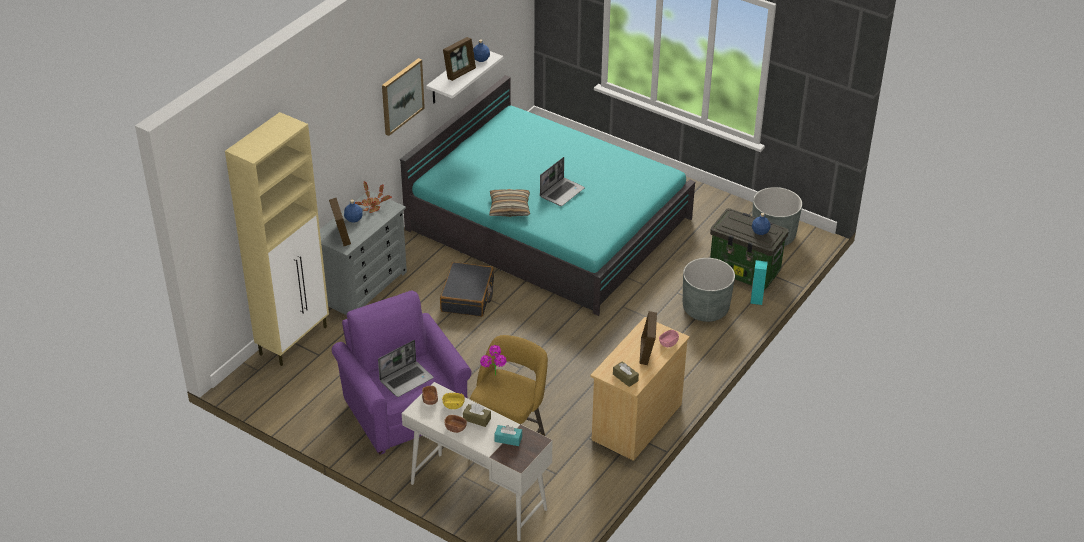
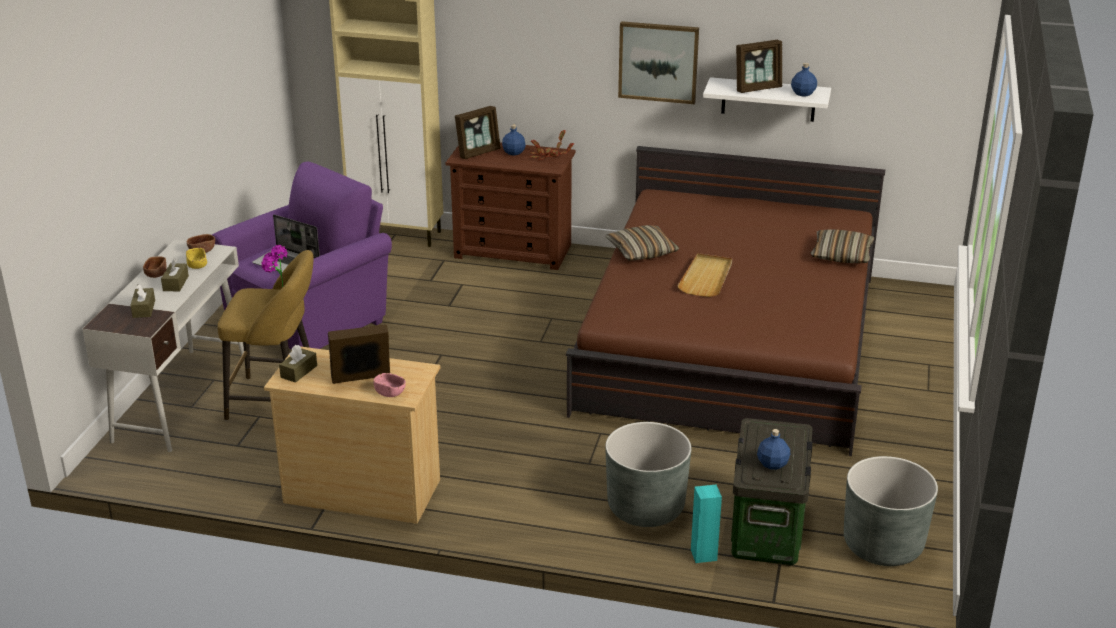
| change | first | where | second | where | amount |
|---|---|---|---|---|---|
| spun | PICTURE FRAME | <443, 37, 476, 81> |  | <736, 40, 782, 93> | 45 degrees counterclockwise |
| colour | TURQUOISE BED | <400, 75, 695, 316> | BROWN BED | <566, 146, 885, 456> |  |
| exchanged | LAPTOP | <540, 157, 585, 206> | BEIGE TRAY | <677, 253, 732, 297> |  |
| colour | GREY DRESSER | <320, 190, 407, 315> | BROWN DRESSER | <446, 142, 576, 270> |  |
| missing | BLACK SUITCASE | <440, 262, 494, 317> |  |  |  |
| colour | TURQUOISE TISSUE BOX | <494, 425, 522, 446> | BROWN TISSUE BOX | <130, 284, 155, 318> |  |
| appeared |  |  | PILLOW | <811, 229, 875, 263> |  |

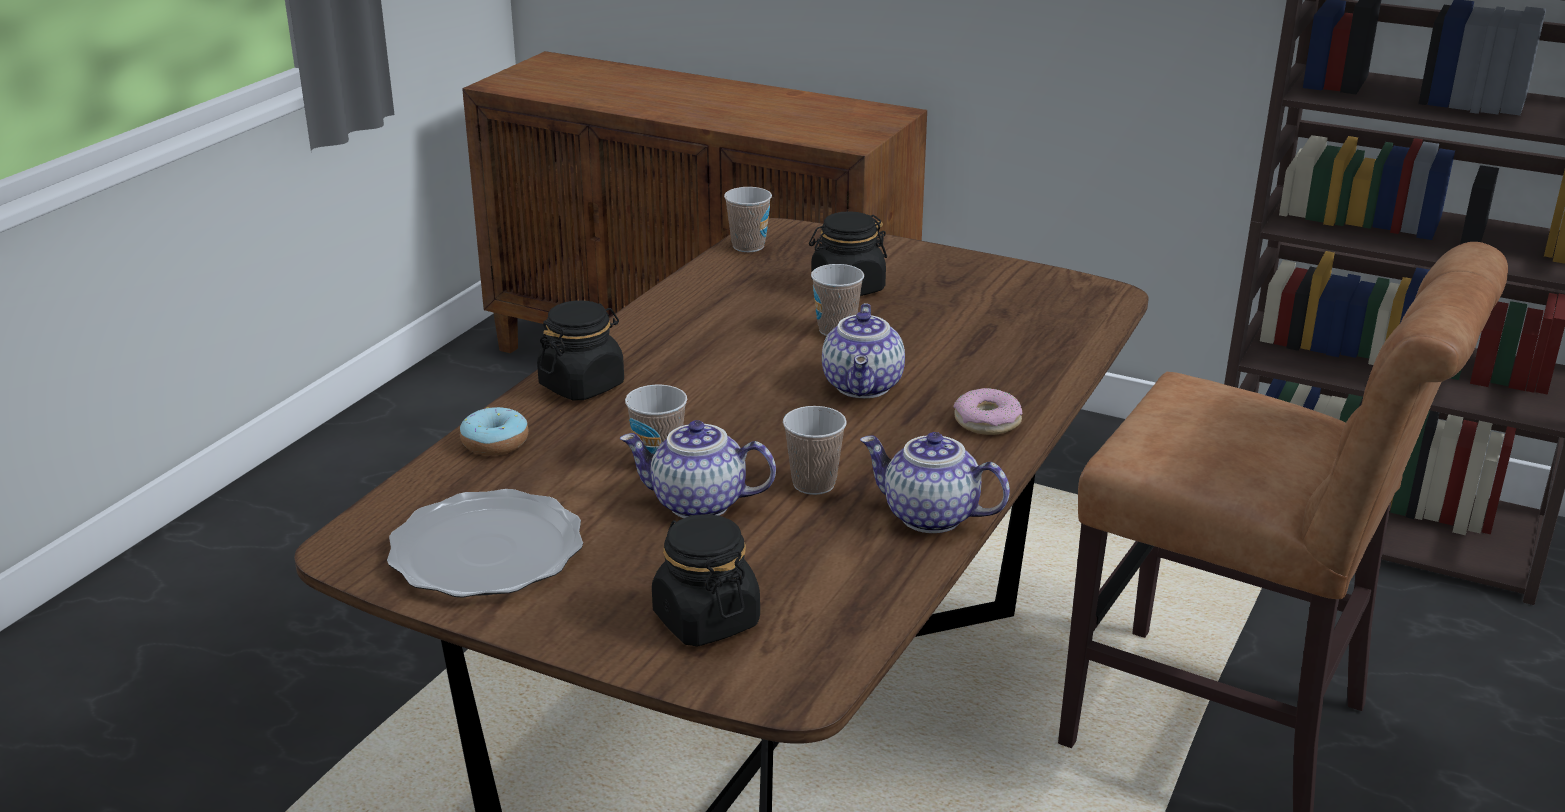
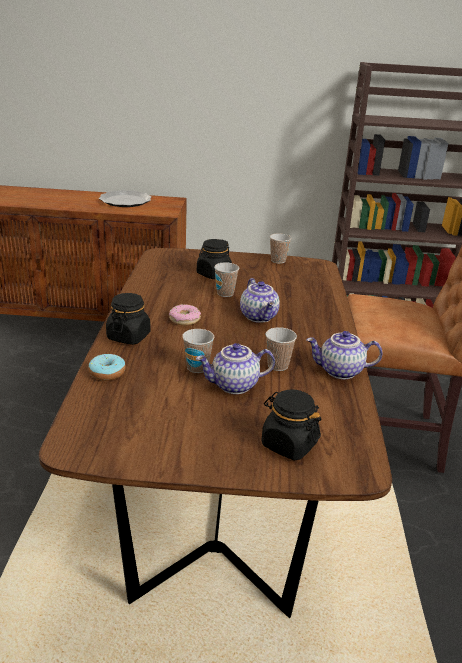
| change | first | where | second | where | amount |
|---|---|---|---|---|---|
| relocated | CUP | <724, 187, 772, 252> |  | <270, 233, 292, 264> |  |
| relocated | DONUT | <953, 388, 1022, 435> |  | <169, 304, 201, 325> |  |
| relocated | PLATE | <387, 489, 583, 598> |  | <99, 190, 151, 207> |  |

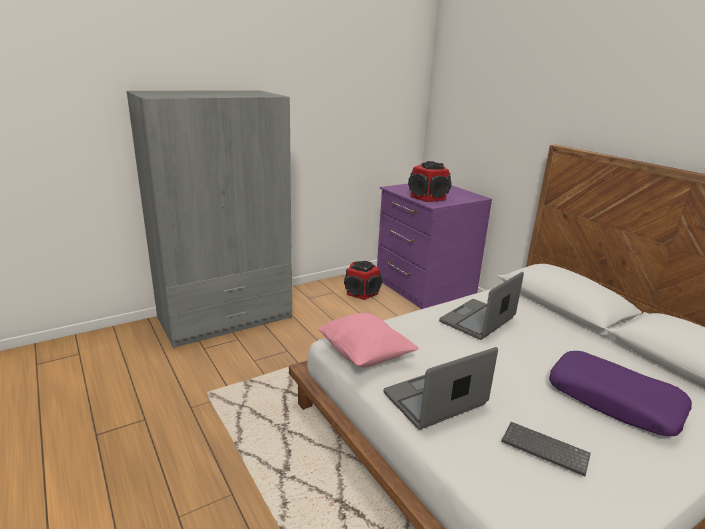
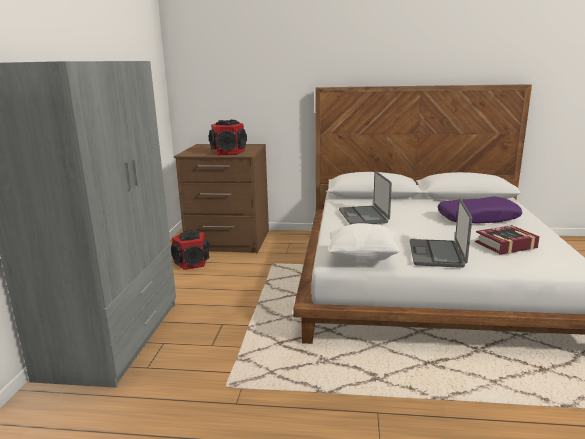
| change | first | where | second | where | amount |
|---|---|---|---|---|---|
| colour | PURPLE DRESSER | <377, 184, 492, 309> | BROWN DRESSER | <174, 144, 269, 253> |  |
| colour | PINK PILLOW | <318, 313, 418, 368> | WHITE PILLOW | <328, 223, 400, 262> |  |
| exchanged | KEYBOARD | <501, 422, 591, 476> | BOOK | <475, 225, 540, 255> |  |

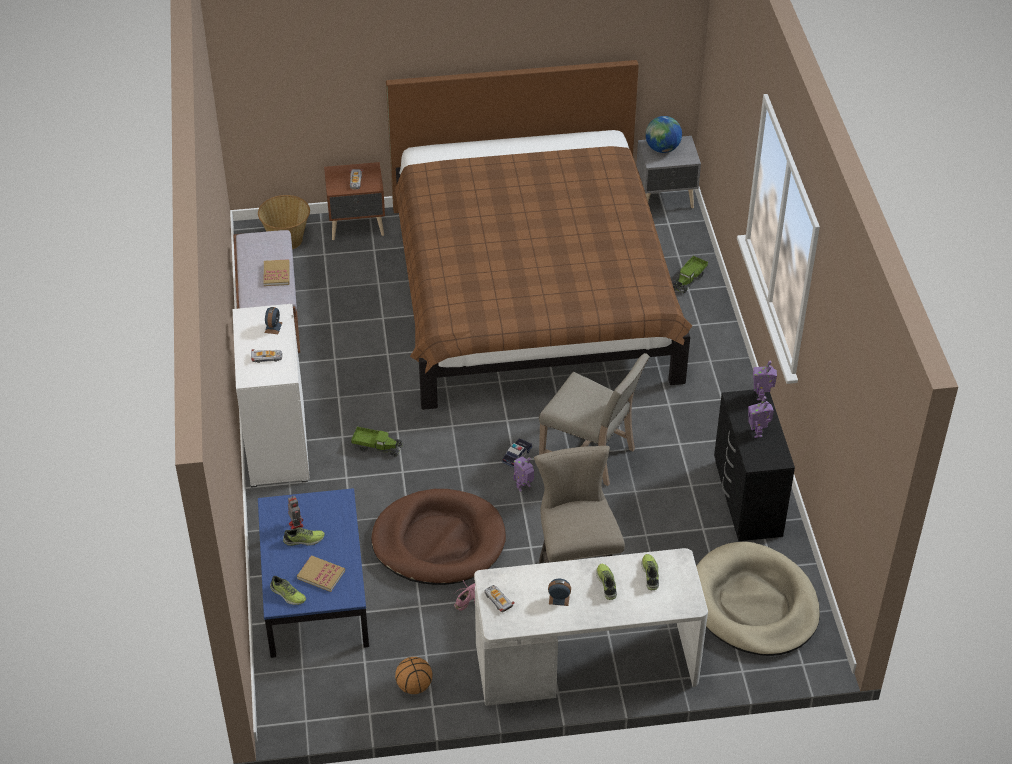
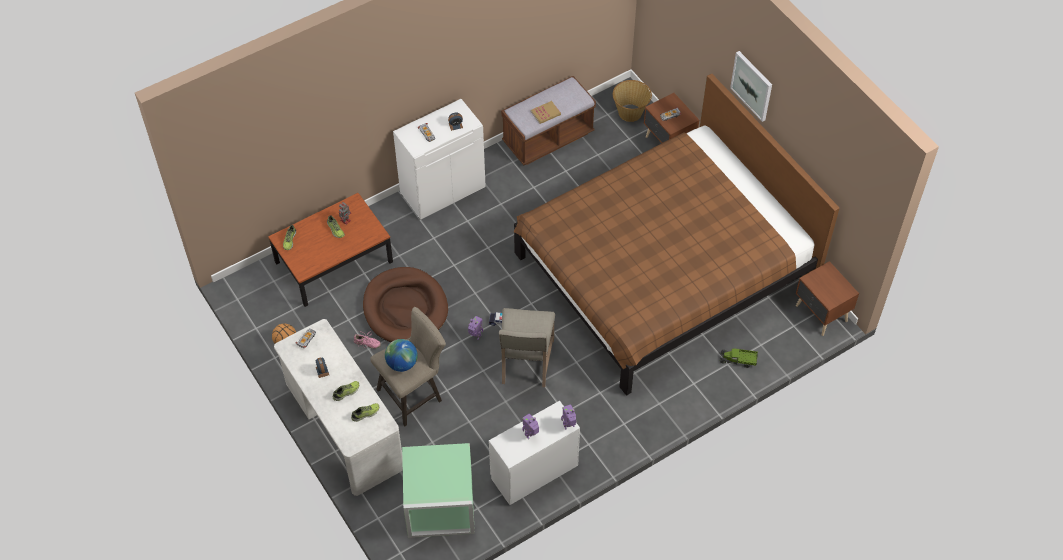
| change | first | where | second | where | amount |
|---|---|---|---|---|---|
| relocated | GLOBE | <645, 116, 682, 153> |  | <385, 339, 418, 372> |  |
| colour | GREY NIGHTSTAND | <636, 136, 701, 208> | BROWN NIGHTSTAND | <796, 261, 859, 336> |  |
| colour | BLACK DRESSER | <714, 389, 795, 541> | WHITE DRESSER | <489, 401, 580, 505> |  |
| missing | TOY TRUCK | <351, 427, 402, 457> |  |  |  |
| colour | BLUE COFFEE TABLE | <258, 488, 369, 658> | BROWN COFFEE TABLE | <268, 193, 393, 307> |  |
| exchanged | BEIGE DOG BED | <696, 542, 820, 656> | GREEN STORAGE BOX | <402, 443, 475, 538> |  |
| missing | BOOK | <297, 555, 345, 592> |  |  |  |
| appeared |  |  | PICTURE | <730, 51, 772, 122> |  |

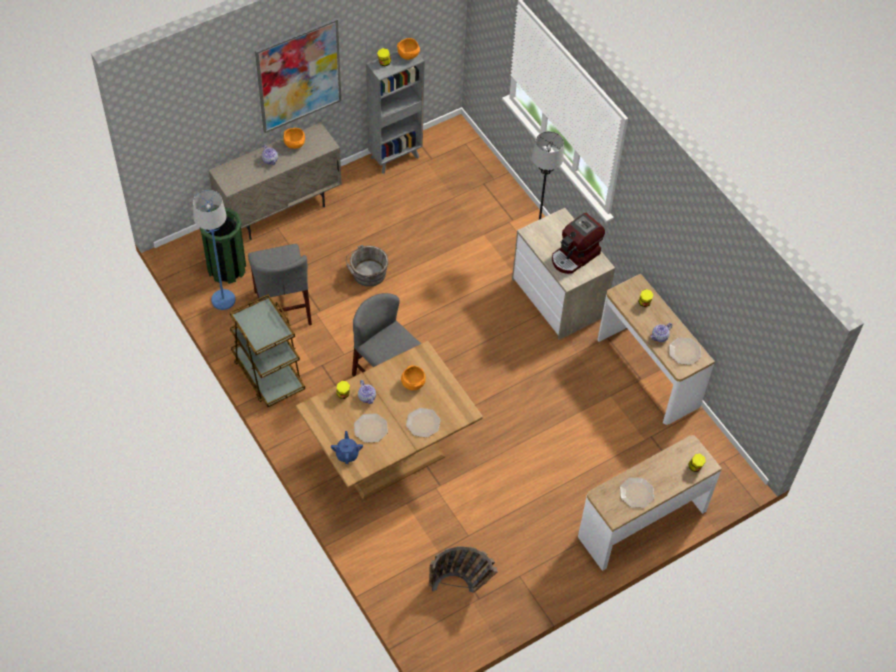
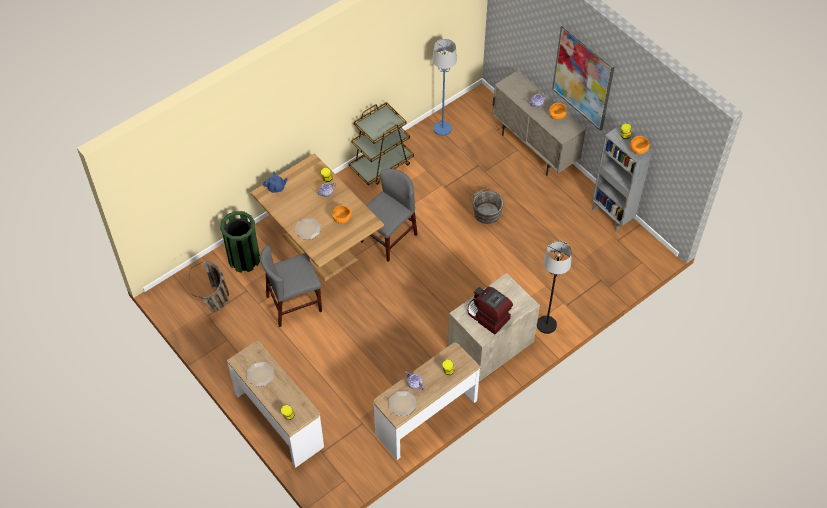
| change | first | where | second | where | amount |
|---|---|---|---|---|---|
| relocated | GREEN TRASH CAN | <199, 207, 246, 284> |  | <220, 211, 260, 273> |  |
| relocated | GREY CHAIR | <248, 244, 312, 325> |  | <260, 246, 322, 327> |  |
| missing | PLATE | <354, 413, 388, 443> |  |  |  |

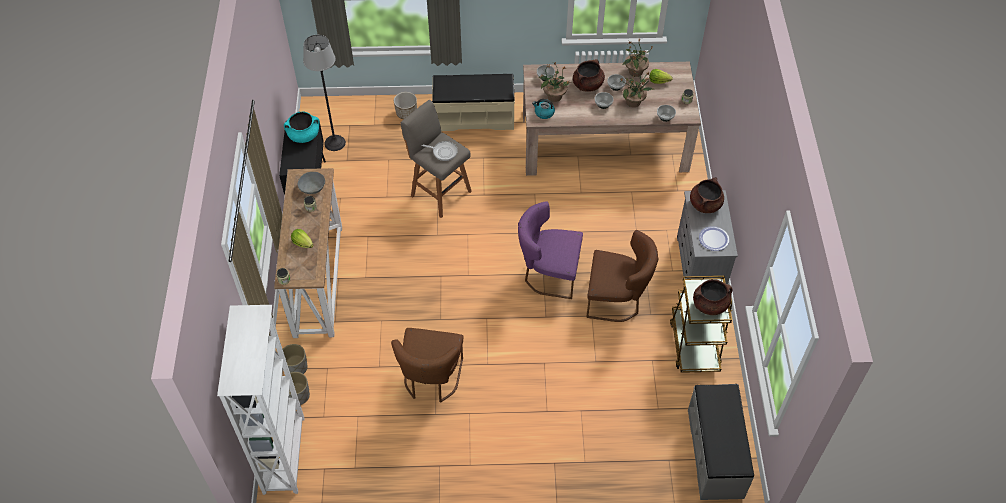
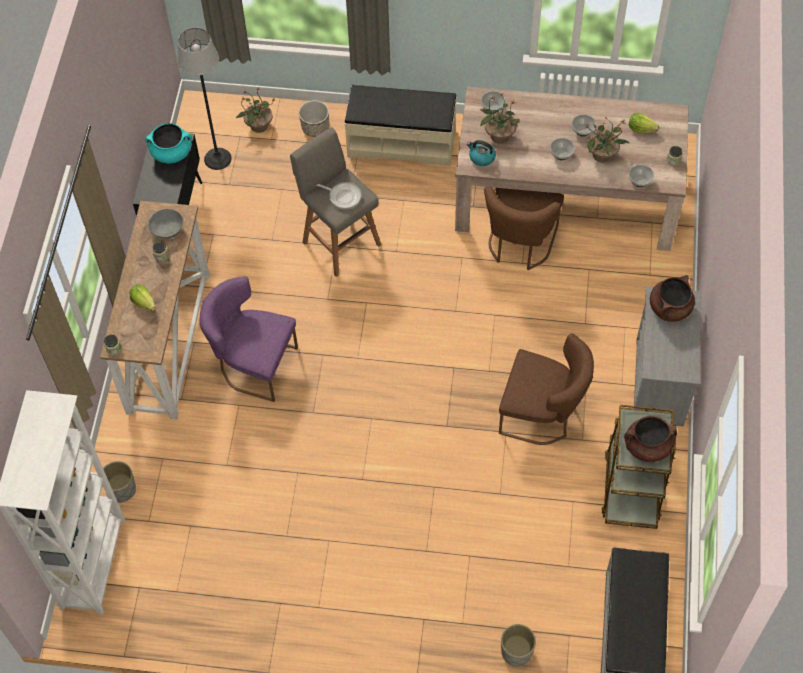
| change | first | where | second | where | amount |
|---|---|---|---|---|---|
| relocated | POTTED PLANT | <623, 38, 653, 77> |  | <236, 88, 276, 133> |  |
| missing | BROWN COOKING POT | <573, 59, 605, 92> |  |  |  |
| relocated | PURPLE CHAIR | <518, 201, 583, 299> |  | <200, 276, 298, 402> |  |
| missing | PLATE | <699, 226, 730, 251> |  |  |  |
| relocated | BROWN CHAIR | <391, 328, 463, 403> |  | <484, 186, 564, 270> |  |
| relocated | GREY PLANTER | <283, 344, 308, 374> |  | <501, 624, 536, 667> |  |

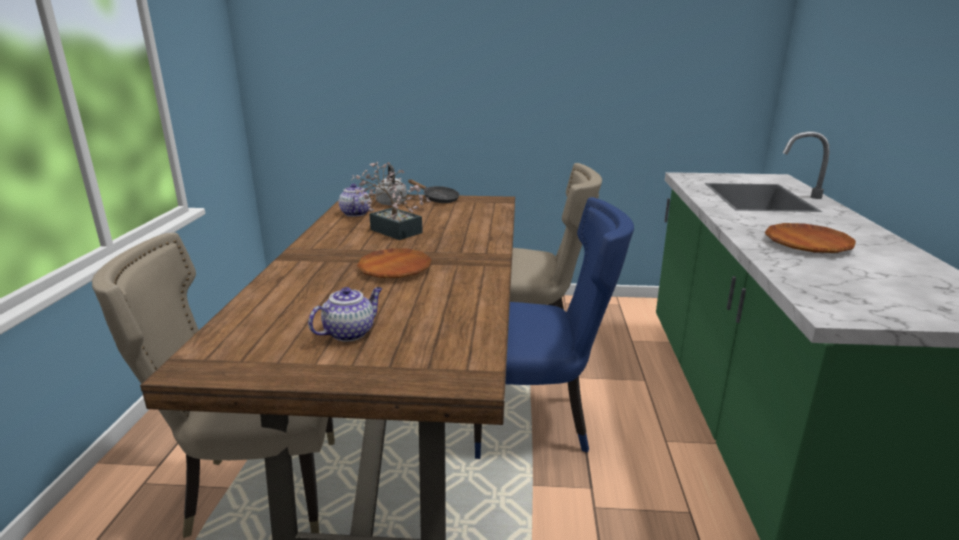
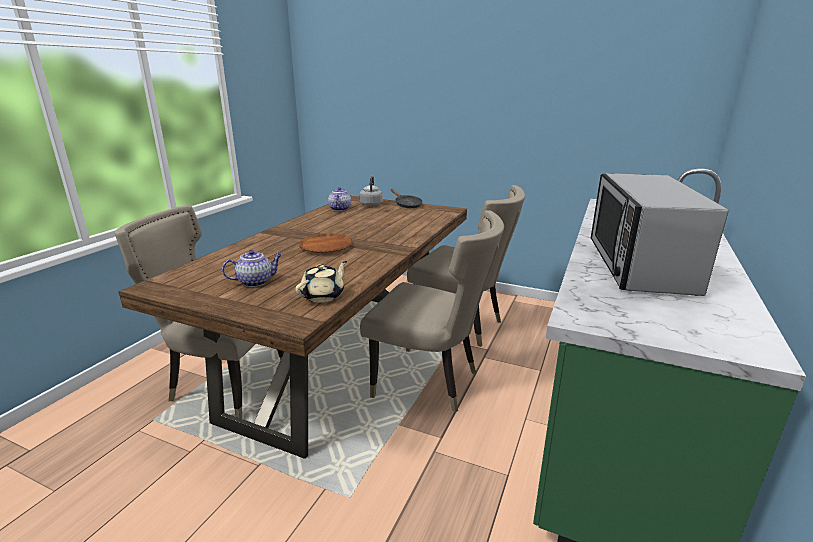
| change | first | where | second | where | amount |
|---|---|---|---|---|---|
| missing | POTTED PLANT | <352, 162, 431, 240> |  |  |  |
| colour | BLUE CHAIR | <474, 197, 634, 459> | BEIGE CHAIR | <360, 210, 504, 413> |  |
| exchanged | BROWN PLATE | <765, 223, 856, 253> | MICROWAVE | <591, 173, 728, 296> |  |
| appeared |  |  | BEIGE TEAPOT | <296, 261, 347, 303> |  |

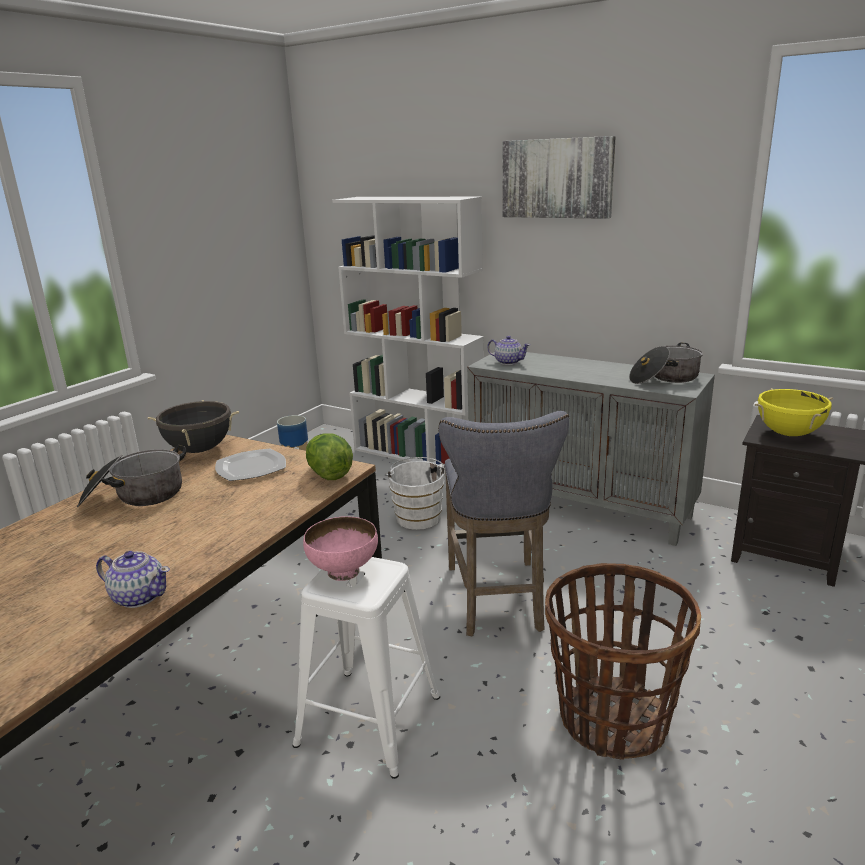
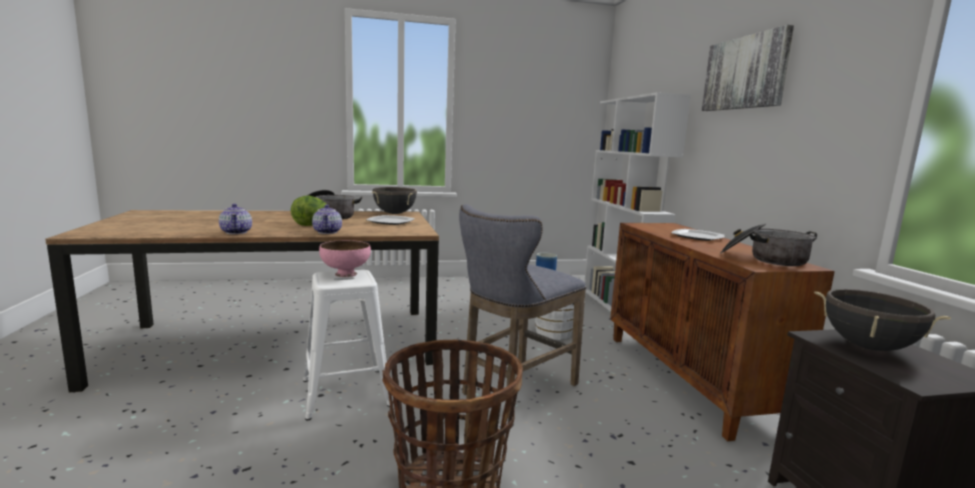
| change | first | where | second | where | amount |
|---|---|---|---|---|---|
| relocated | TEAPOT | <487, 336, 530, 365> |  | <312, 205, 342, 234> |  |
| colour | GREY CABINET | <467, 352, 715, 546> | BROWN CABINET | <610, 223, 835, 441> |  |
| colour | YELLOW COOKING POT | <755, 388, 833, 436> | BLACK COOKING POT | <814, 289, 951, 351> |  |
| relocated | LETTUCE | <306, 433, 353, 480> |  | <291, 196, 327, 226> |  |
| appeared |  |  | PLATE | <672, 229, 724, 241> |  |

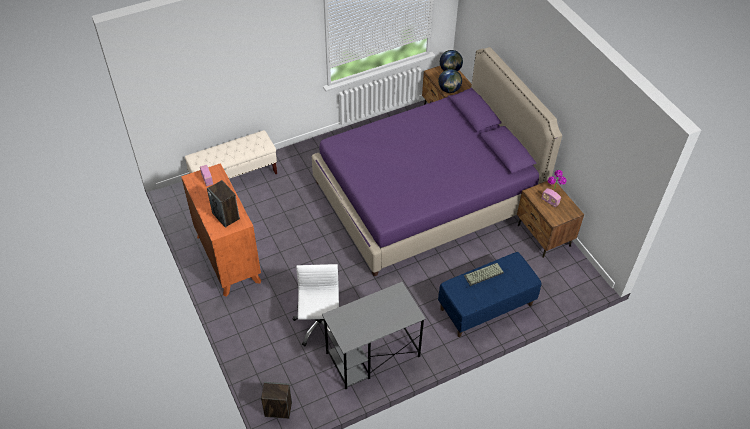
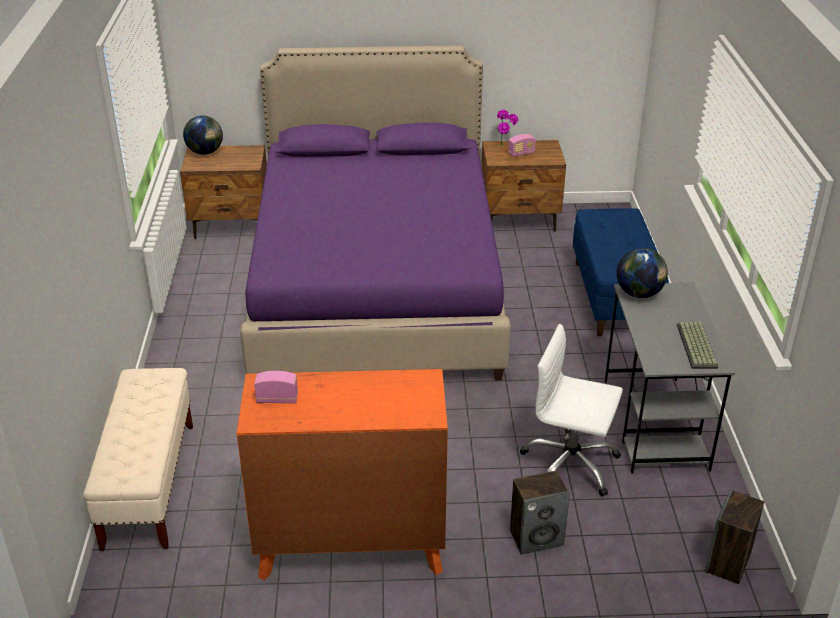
| change | first | where | second | where | amount |
|---|---|---|---|---|---|
| relocated | GLOBE | <438, 69, 462, 93> |  | <616, 248, 668, 298> |  |
| relocated | SPEAKER | <207, 180, 240, 228> |  | <510, 471, 570, 554> |  |
| relocated | KEYBOARD | <464, 263, 504, 286> |  | <677, 322, 718, 369> |  |

